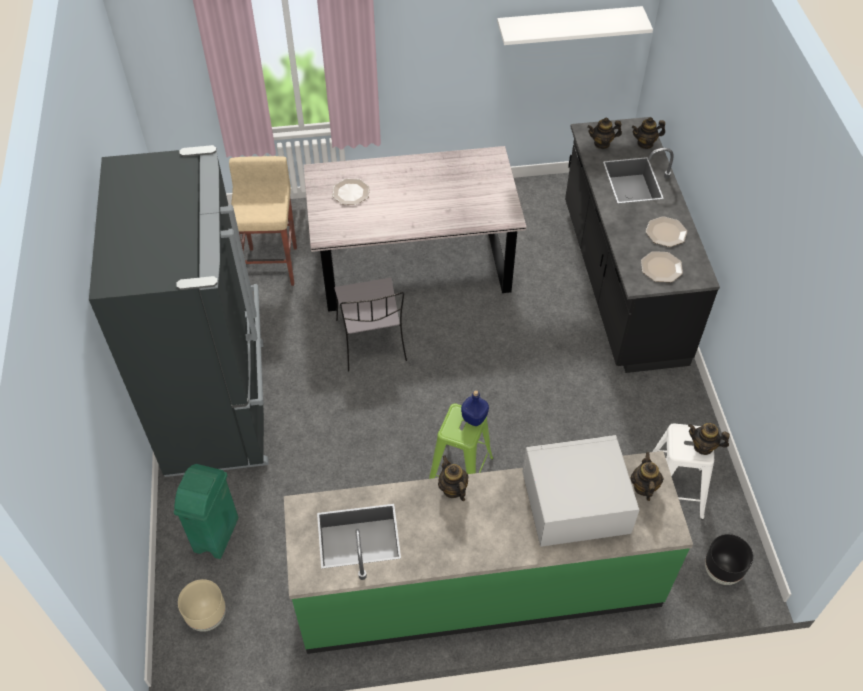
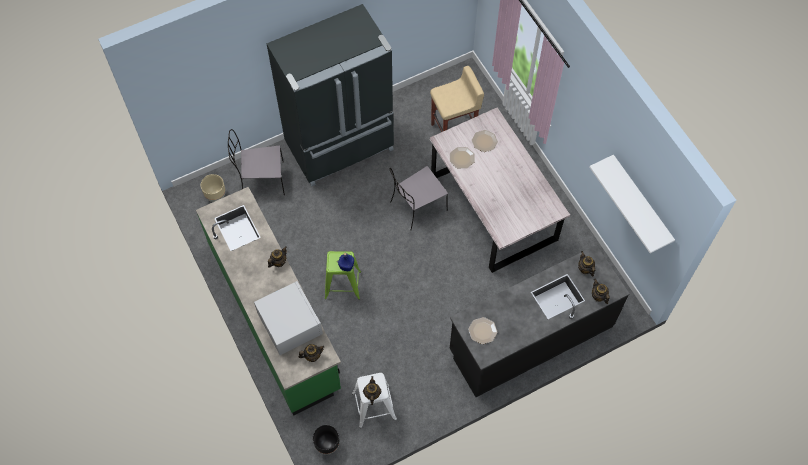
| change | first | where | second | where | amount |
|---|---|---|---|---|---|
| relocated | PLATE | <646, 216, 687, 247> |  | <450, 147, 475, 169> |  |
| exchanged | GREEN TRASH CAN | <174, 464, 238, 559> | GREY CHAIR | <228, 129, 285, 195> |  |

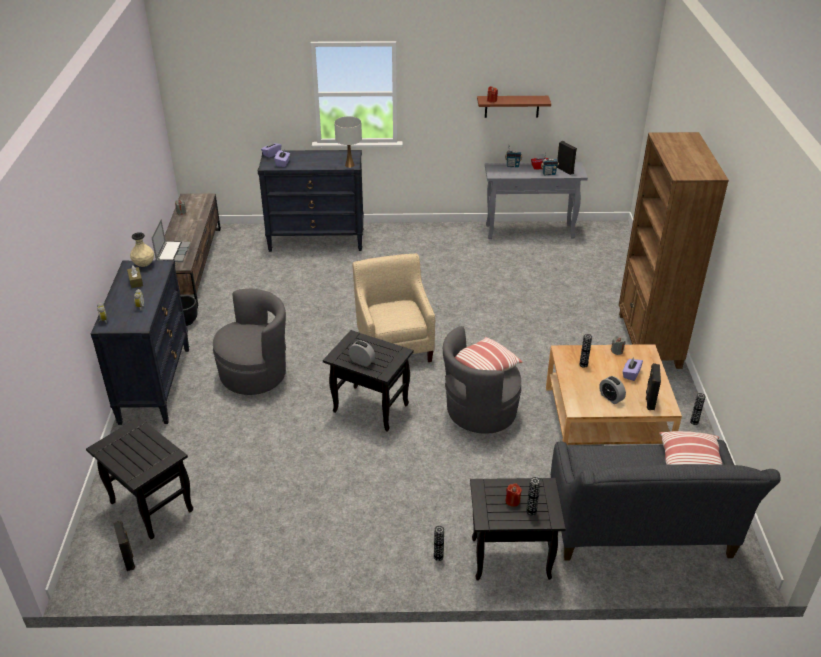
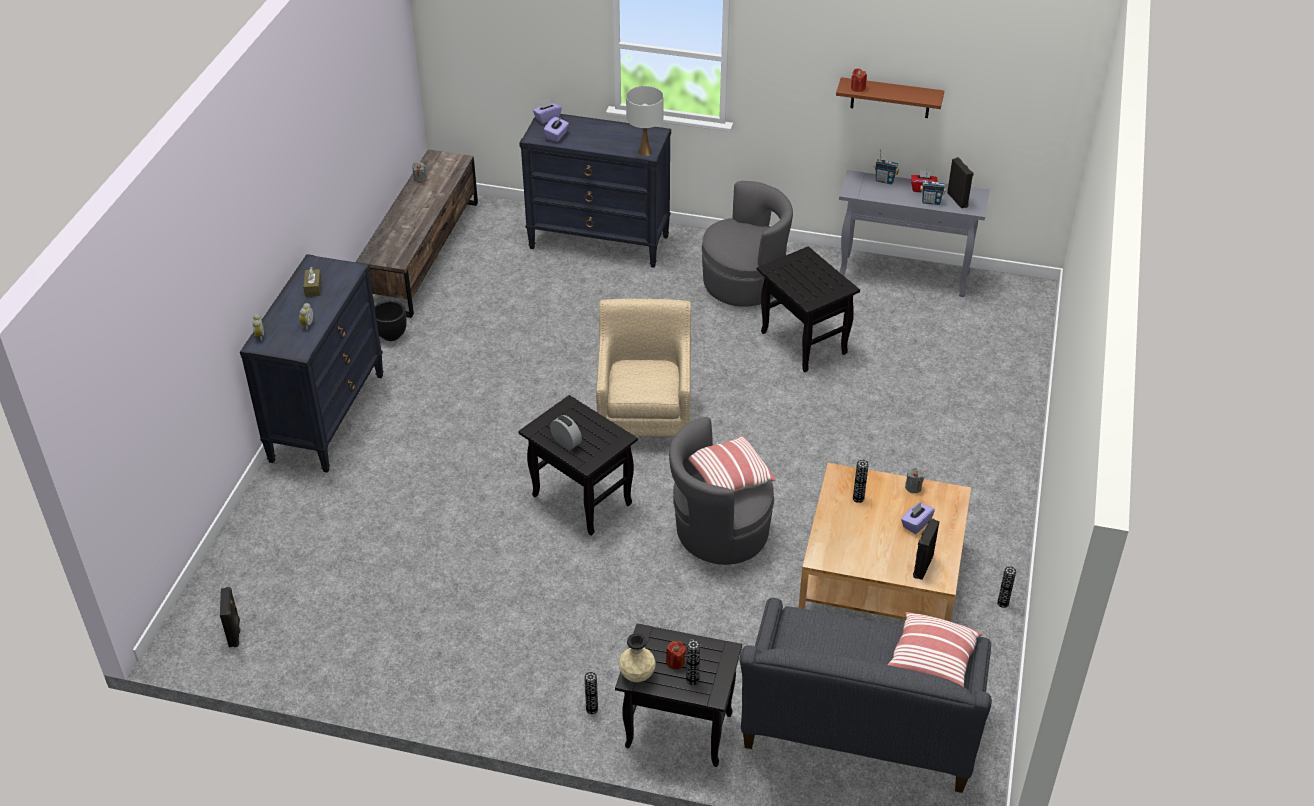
| change | first | where | second | where | amount |
|---|---|---|---|---|---|
| missing | BROWN BOOKCASE | <619, 132, 729, 369> |  |  |  |
| missing | LAPTOP | <151, 219, 191, 262> |  |  |  |
| relocated | BEIGE VASE | <130, 232, 154, 267> |  | <619, 633, 656, 682> |  |
| relocated | GREY ARMCHAIR | <213, 289, 286, 395> |  | <701, 181, 793, 307> |  |
| missing | ALARM CLOCK | <599, 376, 626, 404> |  |  |  |
| relocated | BLACK SIDE TABLE | <86, 417, 193, 540> |  | <757, 246, 860, 372> |  |

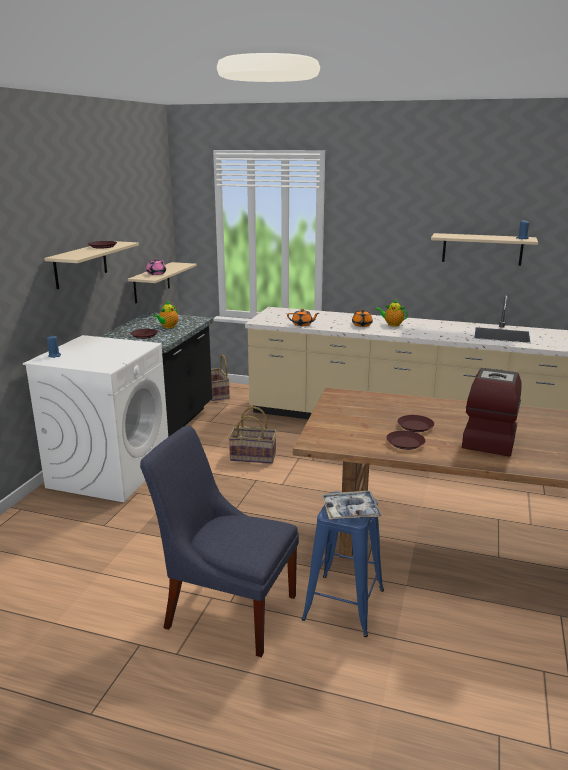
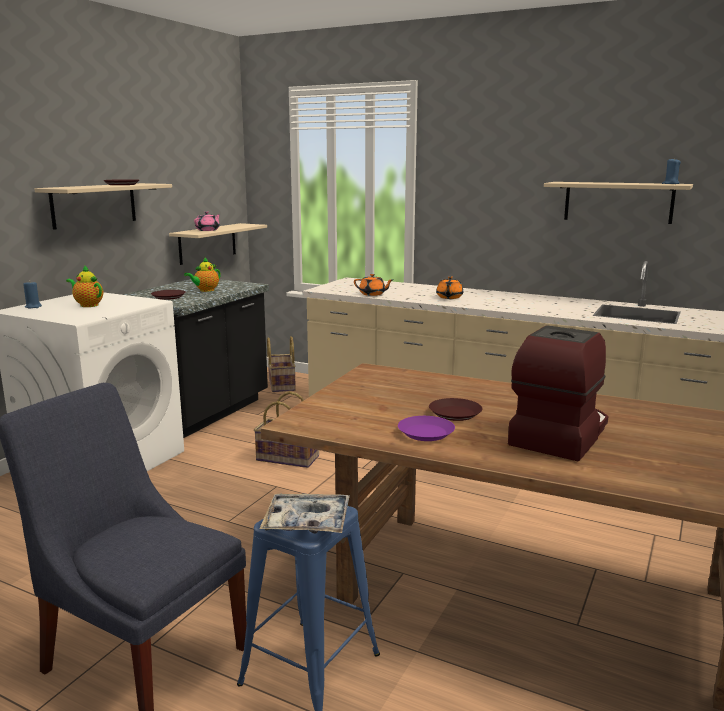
| change | first | where | second | where | amount |
|---|---|---|---|---|---|
| relocated | TEAPOT | <375, 299, 408, 327> |  | <66, 265, 103, 307> |  |
| colour | BROWN PLATE | <387, 431, 425, 450> | PURPLE PLATE | <398, 416, 455, 441> |  |

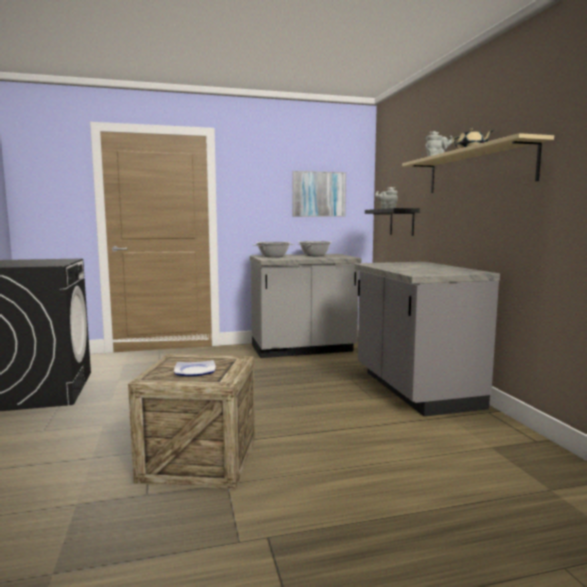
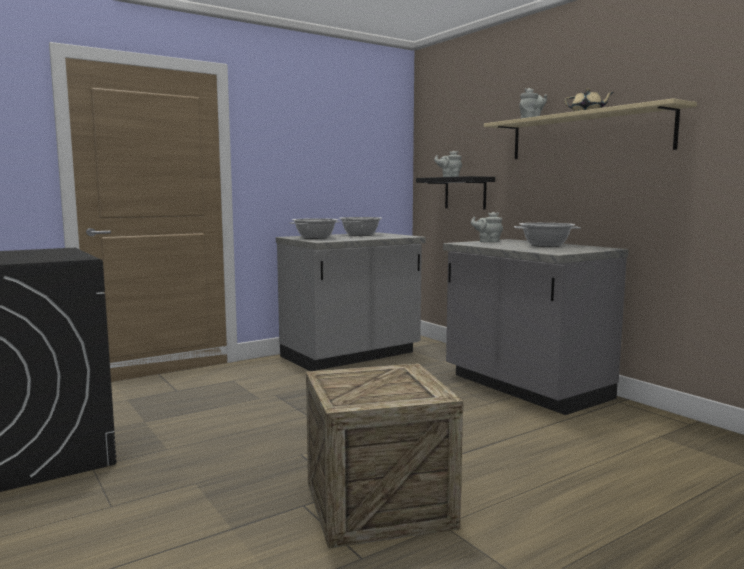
| change | first | where | second | where | amount |
|---|---|---|---|---|---|
| missing | PICTURE | <293, 171, 346, 217> |  |  |  |
| missing | PLATE | <174, 360, 216, 376> |  |  |  |
| appeared |  |  | GREY TEAPOT | <471, 212, 503, 243> |  |
| appeared |  |  | COOKING POT | <514, 223, 581, 247> |  |

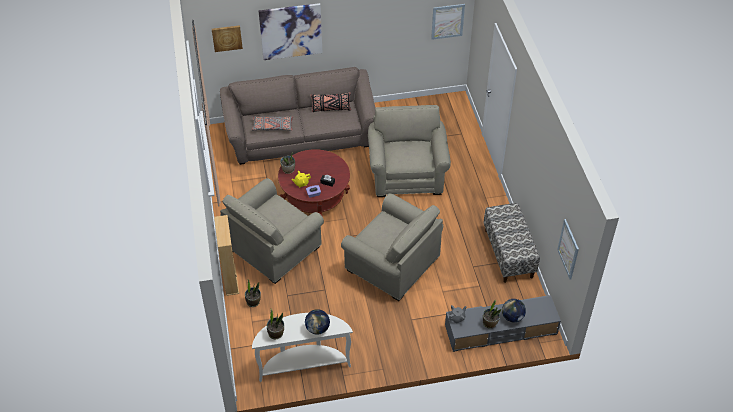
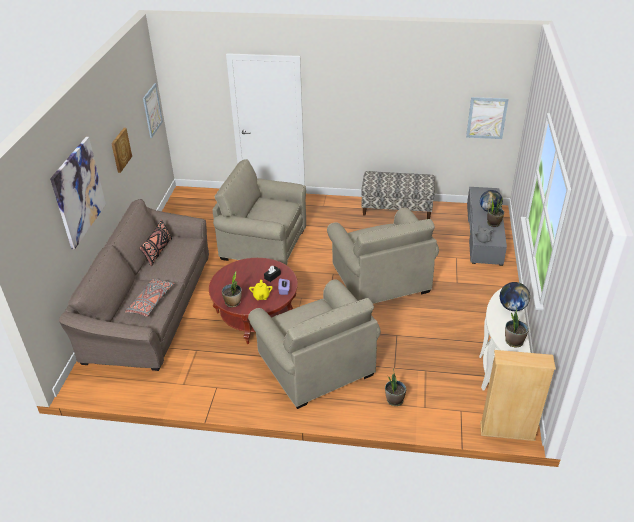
| change | first | where | second | where | amount |
|---|---|---|---|---|---|
| relocated | PICTURE | <212, 25, 243, 52> |  | <111, 128, 132, 173> |  |
| spun | BEIGE ARMCHAIR | <341, 193, 443, 301> |  | <327, 208, 439, 304> | 105 degrees clockwise |
| relocated | BEIGE BOOKCASE | <214, 215, 239, 296> |  | <480, 350, 556, 441> |  |

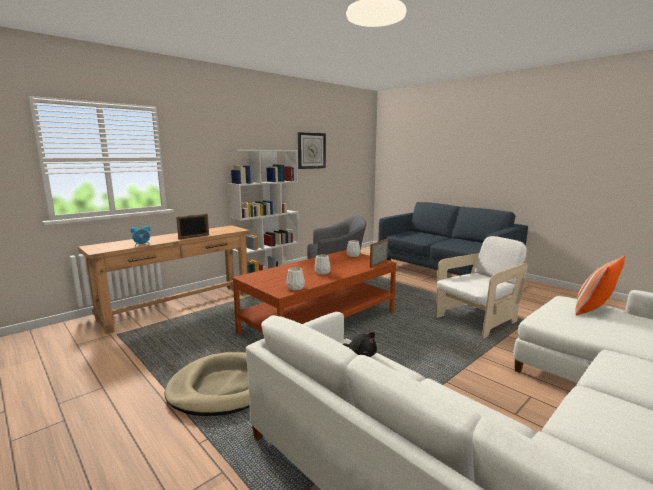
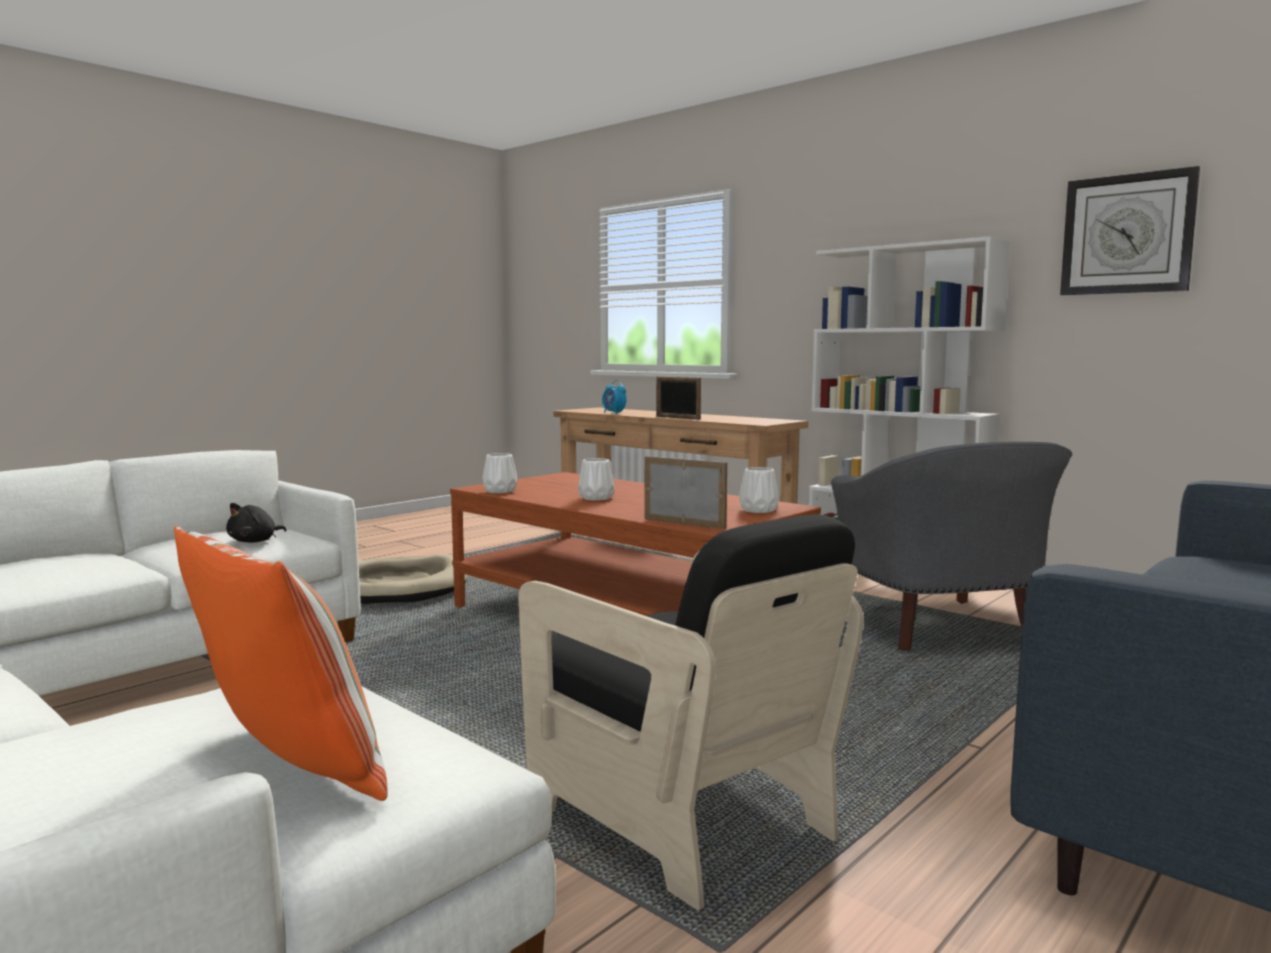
| change | first | where | second | where | amount |
|---|---|---|---|---|---|
| colour | WHITE ARMCHAIR | <436, 236, 528, 339> | BLACK ARMCHAIR | <518, 514, 864, 910> |  |

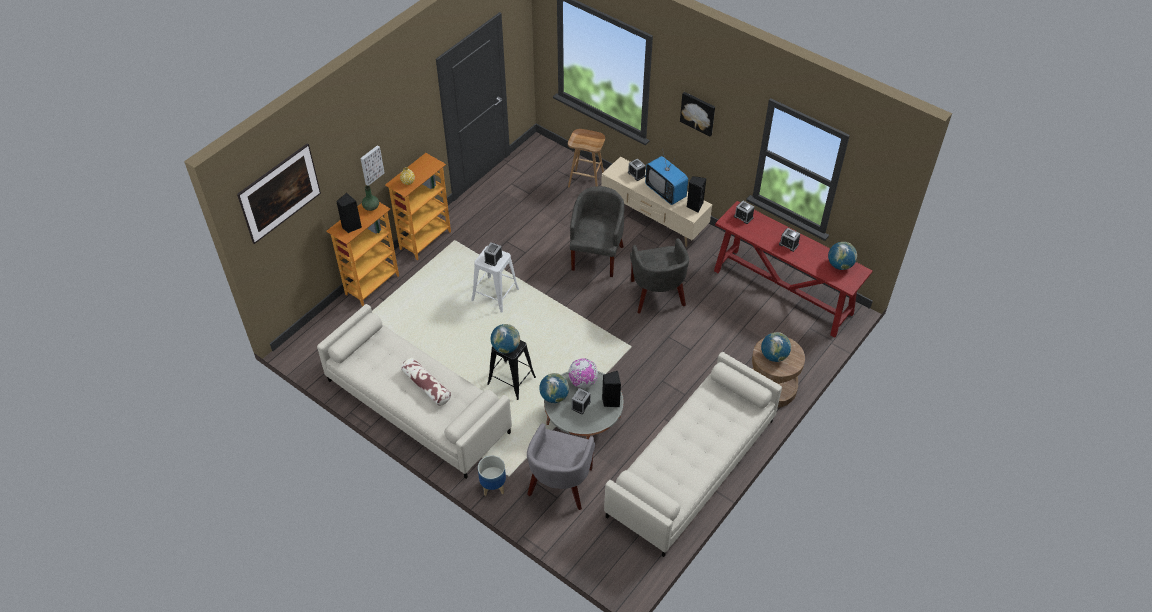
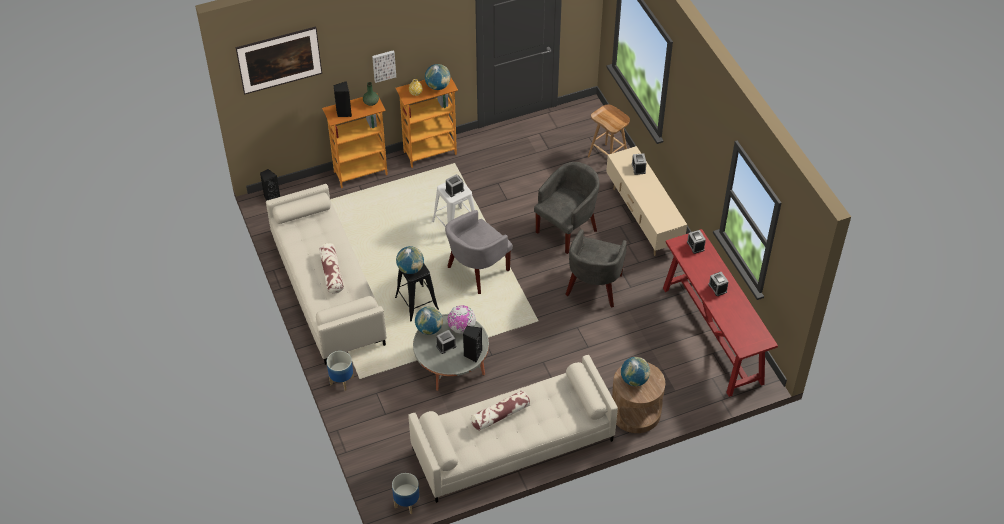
| change | first | where | second | where | amount |
|---|---|---|---|---|---|
| missing | PICTURE | <680, 92, 715, 136> |  |  |  |
| missing | TELEVISION | <645, 149, 688, 205> |  |  |  |
| relocated | BLACK SPEAKER | <687, 176, 706, 213> |  | <260, 169, 280, 201> |  |
| relocated | GLOBE | <828, 242, 857, 270> |  | <425, 64, 451, 90> |  |
| relocated | GREY ARMCHAIR | <527, 423, 595, 510> |  | <445, 210, 513, 294> |  |
| appeared |  |  | PILLOW | <471, 390, 530, 431> |  |
| appeared |  |  | PLANTER | <392, 473, 420, 514> |  |

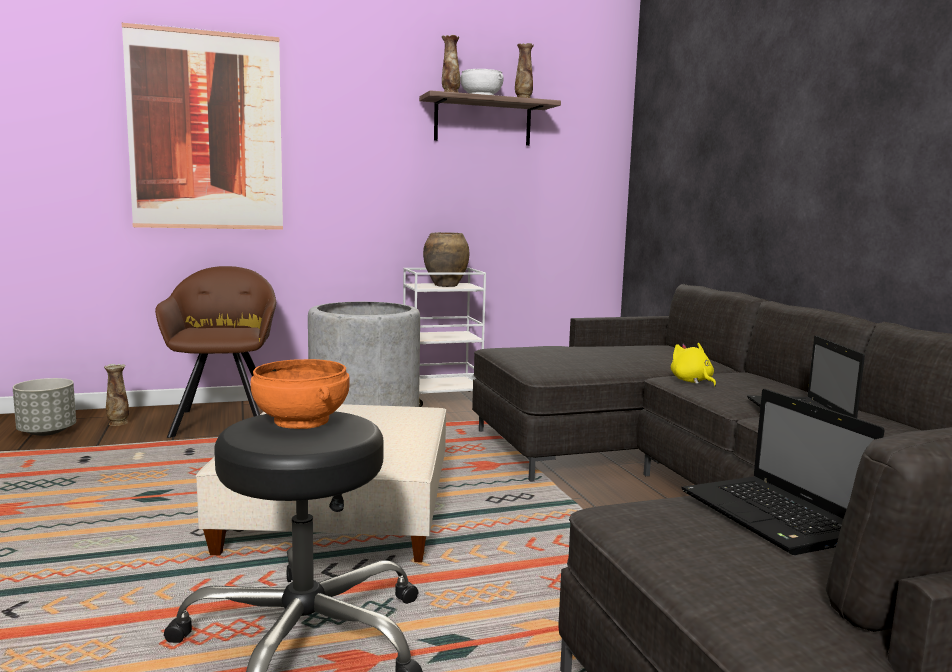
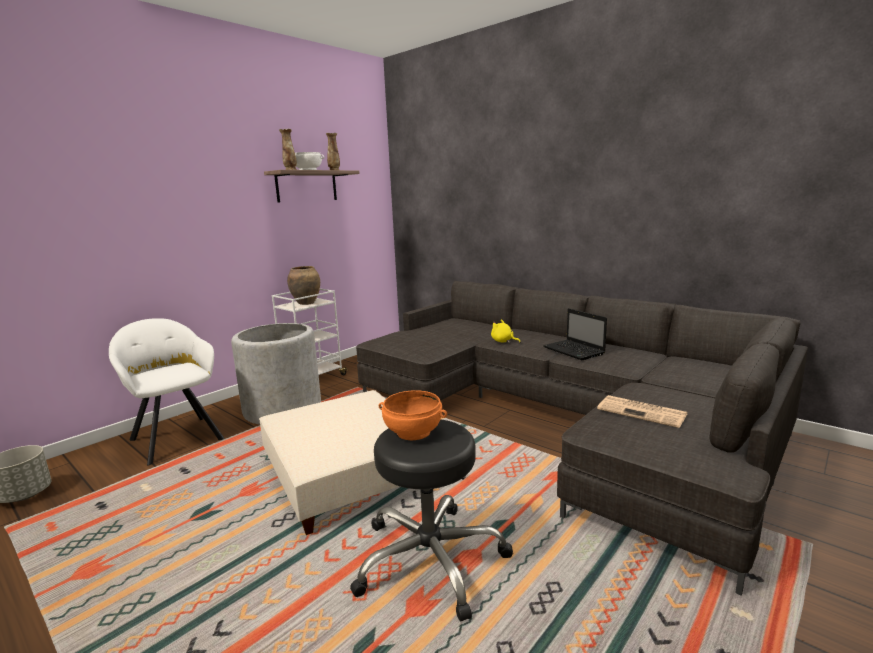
| change | first | where | second | where | amount |
|---|---|---|---|---|---|
| missing | PICTURE | <122, 23, 283, 230> |  |  |  |
| colour | BROWN ARMCHAIR | <155, 266, 276, 438> | WHITE ARMCHAIR | <109, 318, 225, 466> |  |
| missing | VASE | <104, 364, 129, 426> |  |  |  |
| exchanged | LAPTOP | <682, 389, 885, 555> | NEWSPAPER | <597, 395, 687, 428> |  |

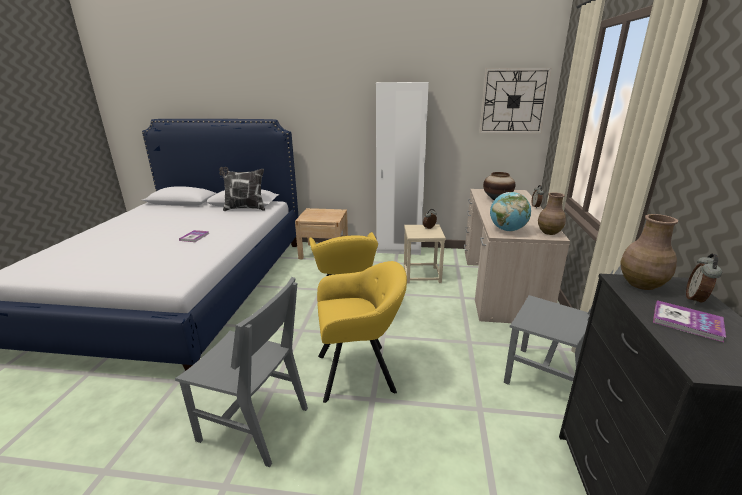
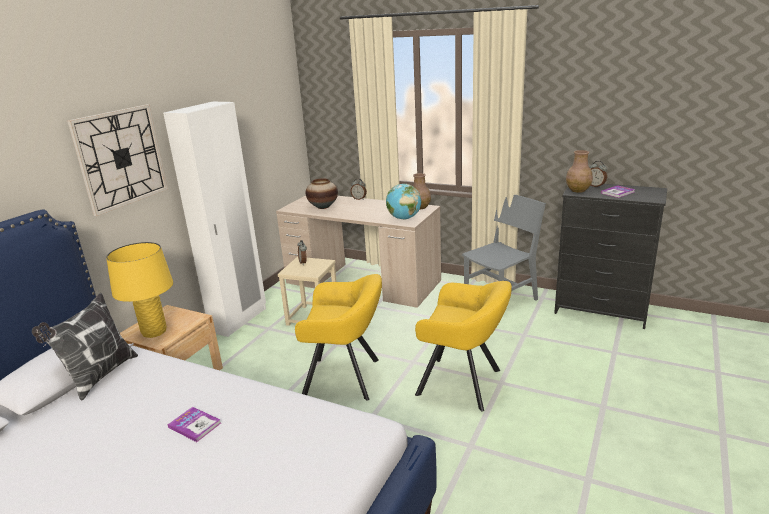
| change | first | where | second | where | amount |
|---|---|---|---|---|---|
| relocated | WALL CLOCK | <479, 68, 552, 134> |  | <67, 104, 168, 216> |  |
| spun | YELLOW ARMCHAIR | <317, 261, 407, 403> |  | <415, 281, 512, 412> | 105 degrees clockwise |
| missing | GREY CHAIR | <175, 277, 308, 467> |  |  |  |
| appeared |  |  | YELLOW TABLE LAMP | <106, 242, 173, 338> |  |

